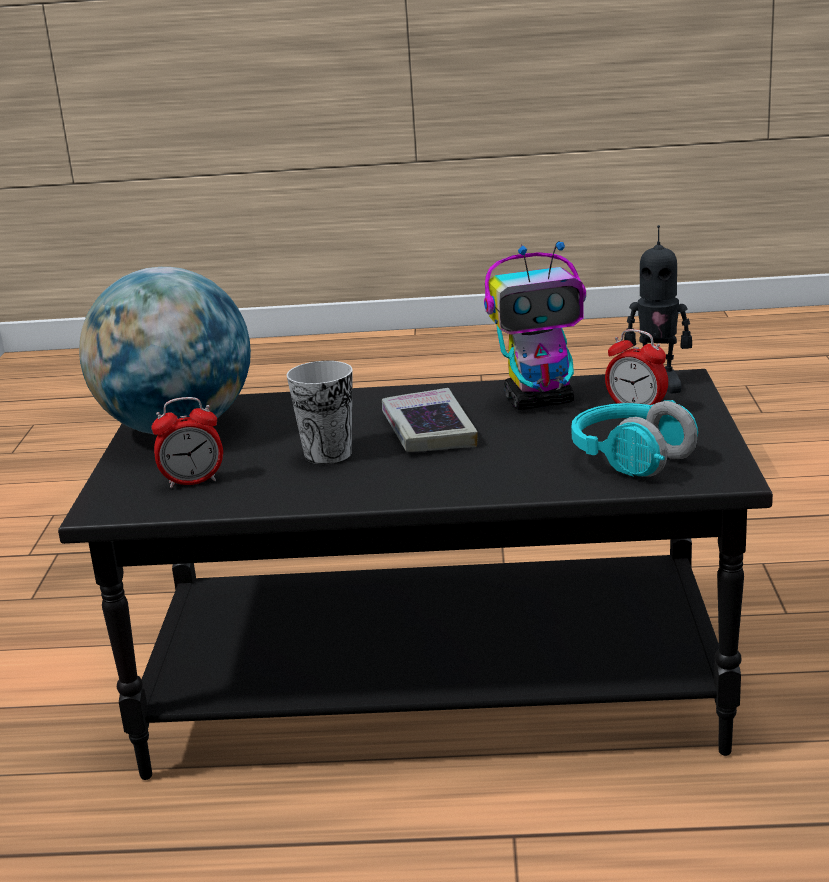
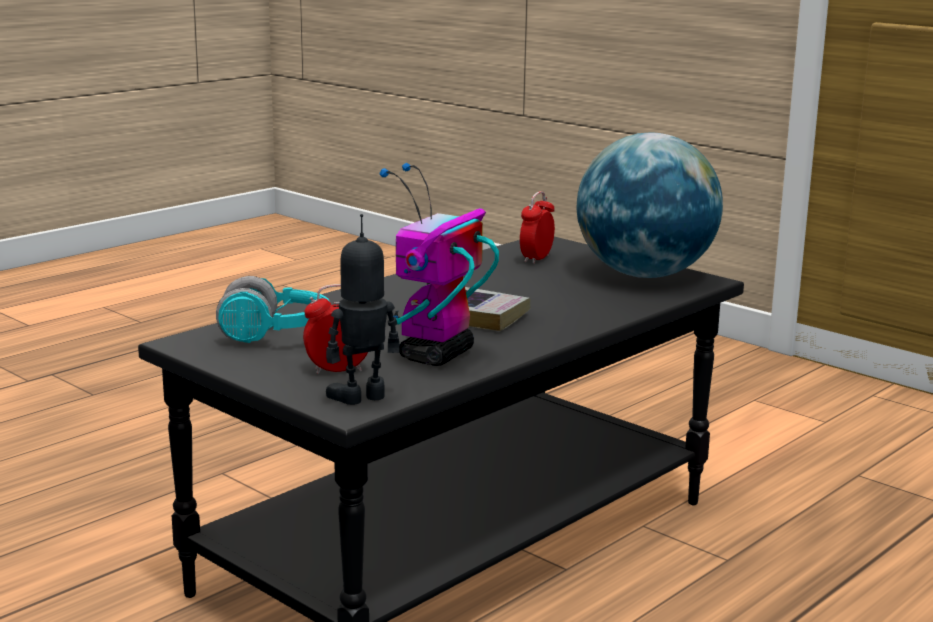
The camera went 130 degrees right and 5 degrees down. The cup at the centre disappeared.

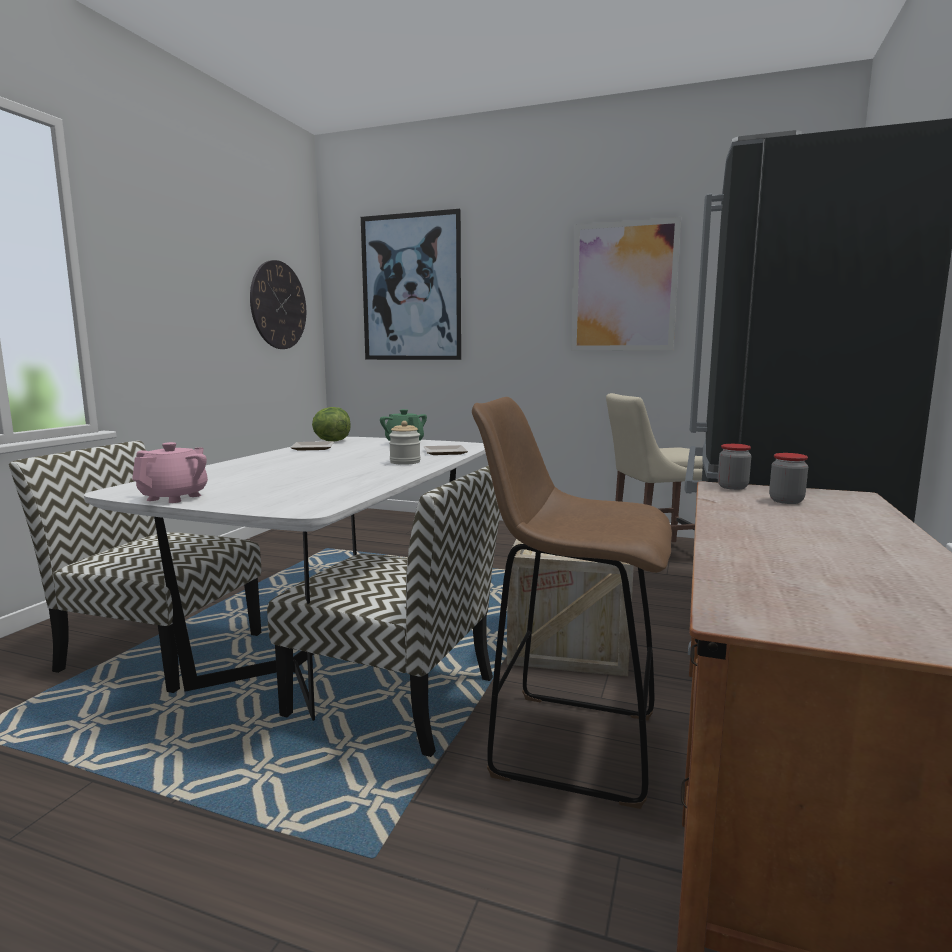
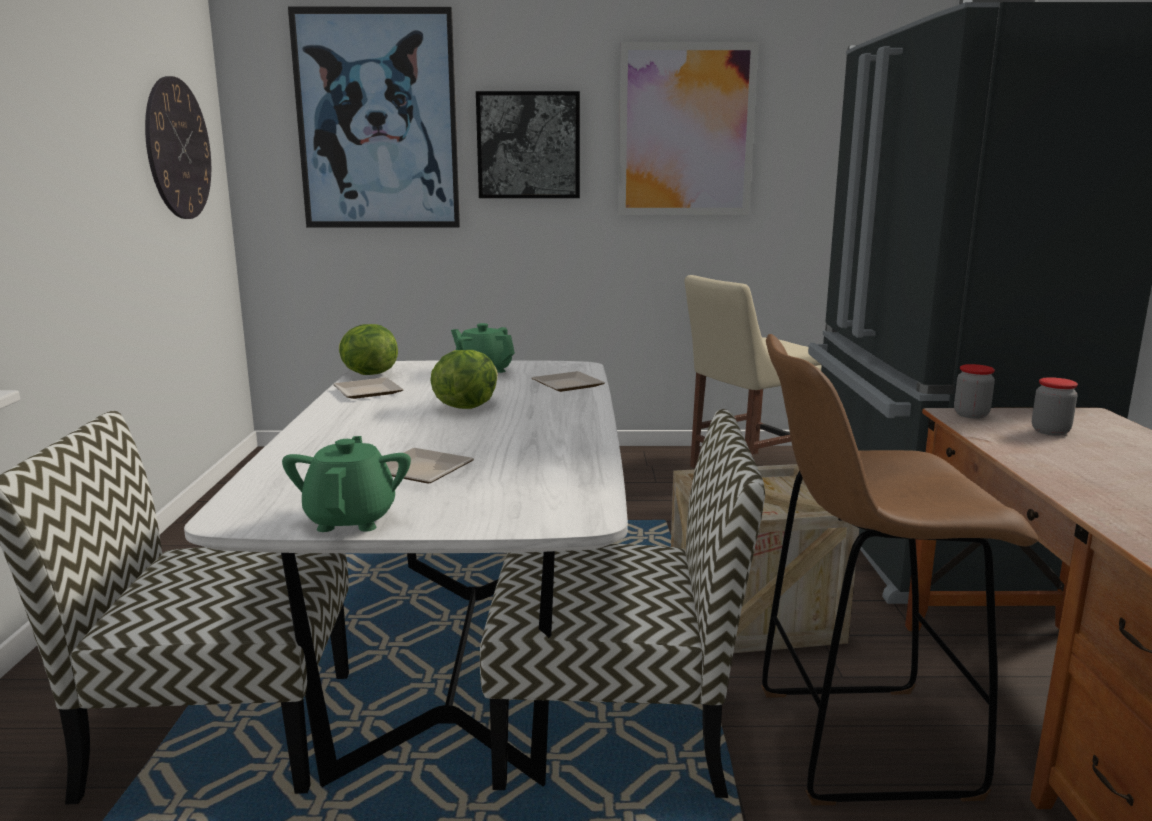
The camera went 20 degrees left and 5 degrees up. The teapot (pink) at the middle left became the teapot (green) (1st from left) at the middle left. The plate (2nd from left) at the centre appeared. The lettuce (2nd from left) at the centre appeared. The picture (2nd from left) at the top centre appeared. The jar (1st from left) at the centre disappeared.

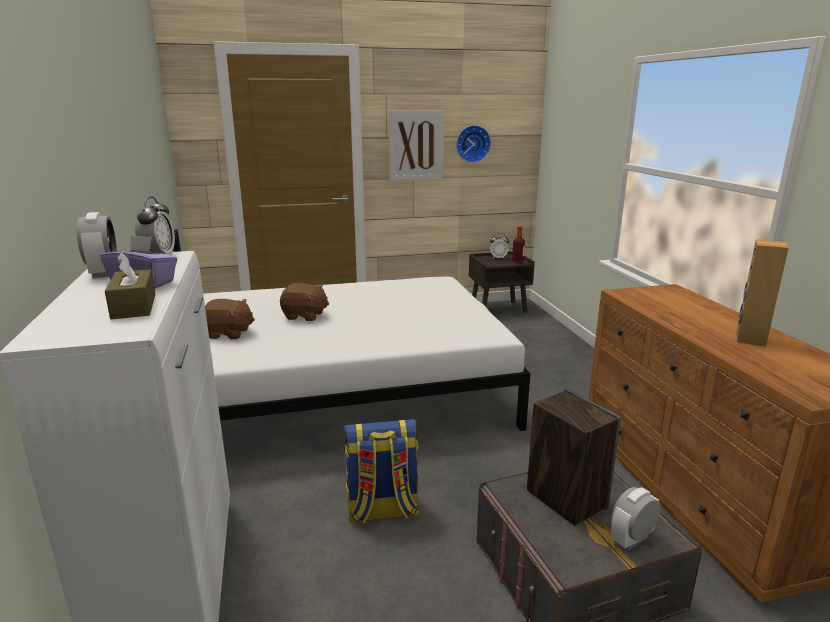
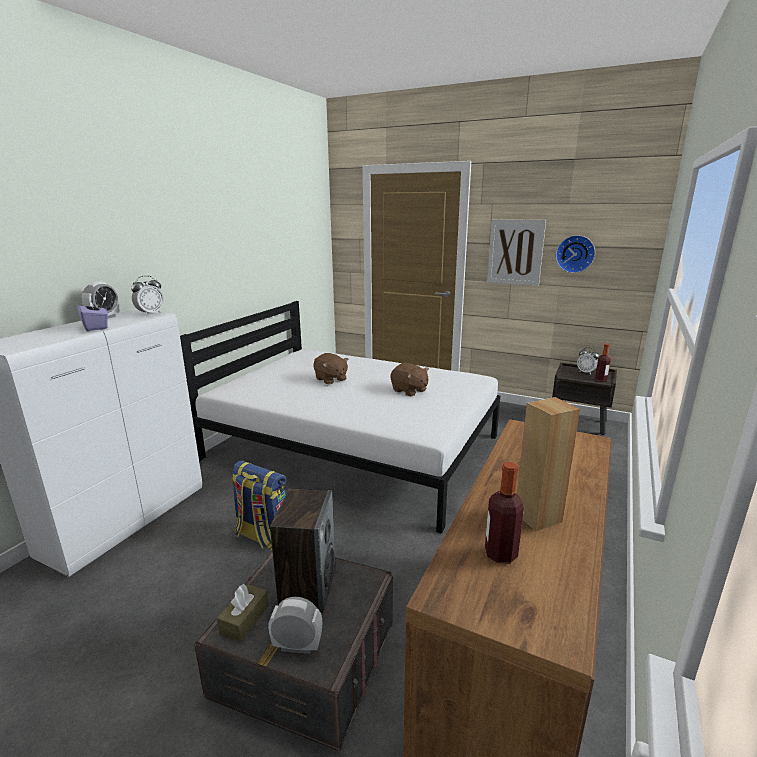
The camera went 40 degrees right and 0 degrees up. The tissue box (brown) moved from the middle left to the bottom left. The plush toy (brown) (1st from left in the first image) moved from the middle left to the centre. The bottle (1st from left) at the bottom centre appeared.

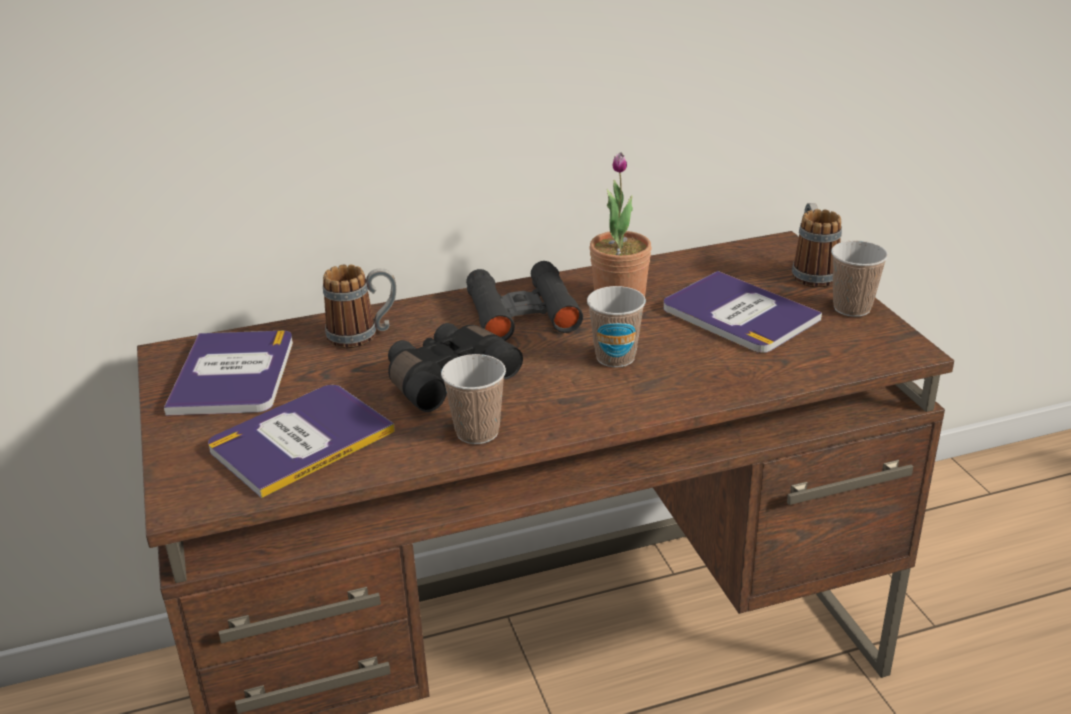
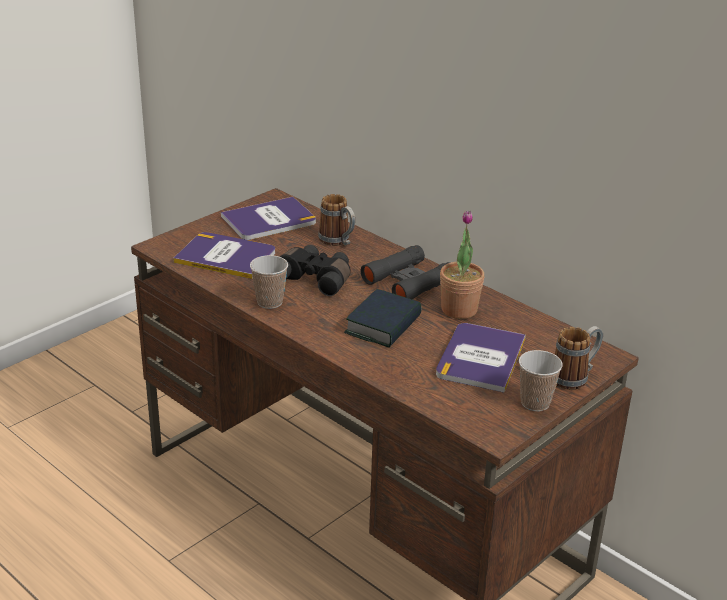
The camera went 60 degrees right and 0 degrees up. The cup (2nd from left) at the centre was replaced by the book (3rd from left) at the centre.

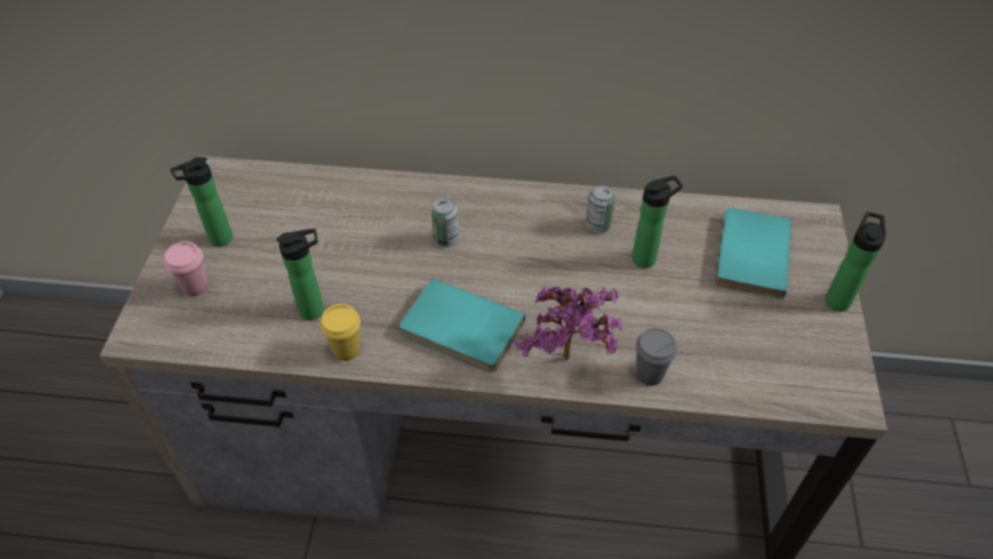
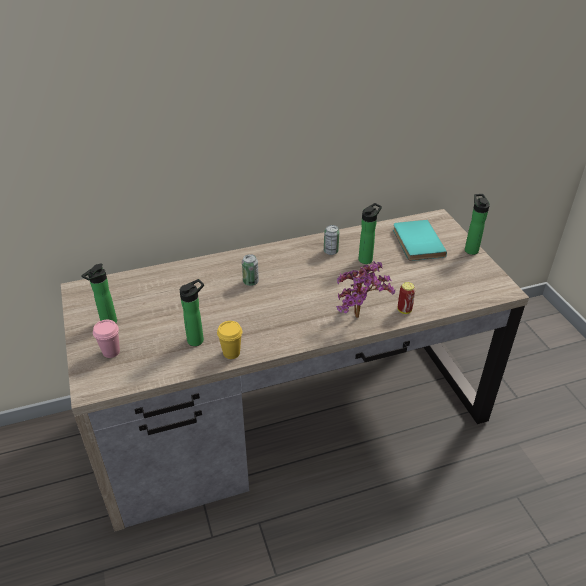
The camera went 25 degrees left and 10 degrees down. The cup (grey) at the centre was replaced by the can (3rd from left) at the middle right. The book (turquoise) (1st from left) at the centre disappeared.

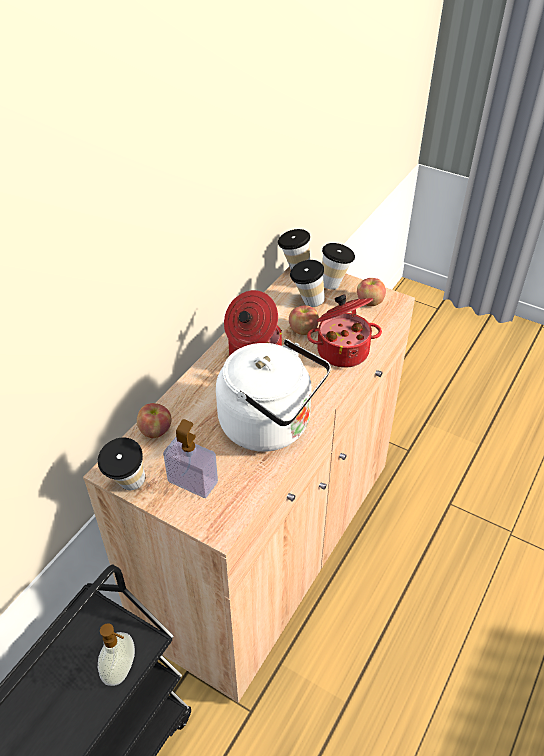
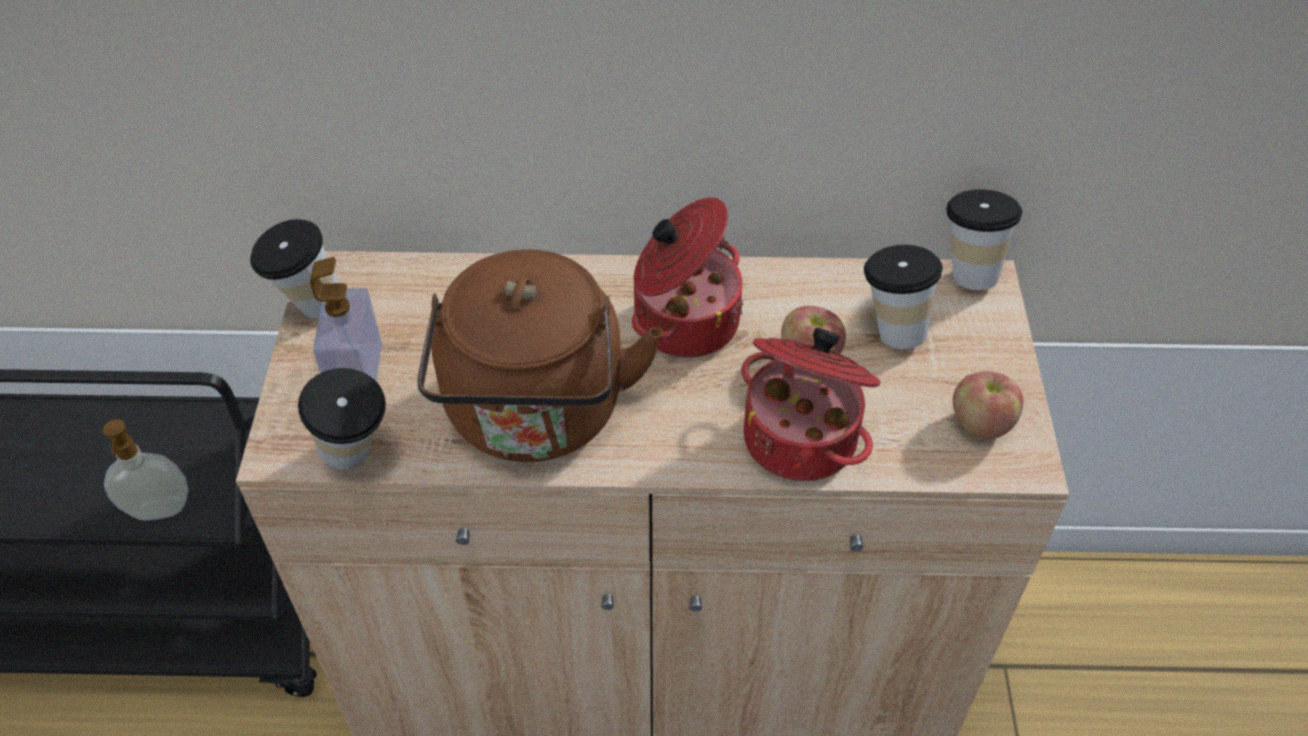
The camera went 60 degrees right and 5 degrees up. The cup (4th from left in the first image) moved from the centre to the middle left. The kettle (white) at the centre became the kettle (brown) at the centre. The apple (1st from left) at the middle left disappeared.

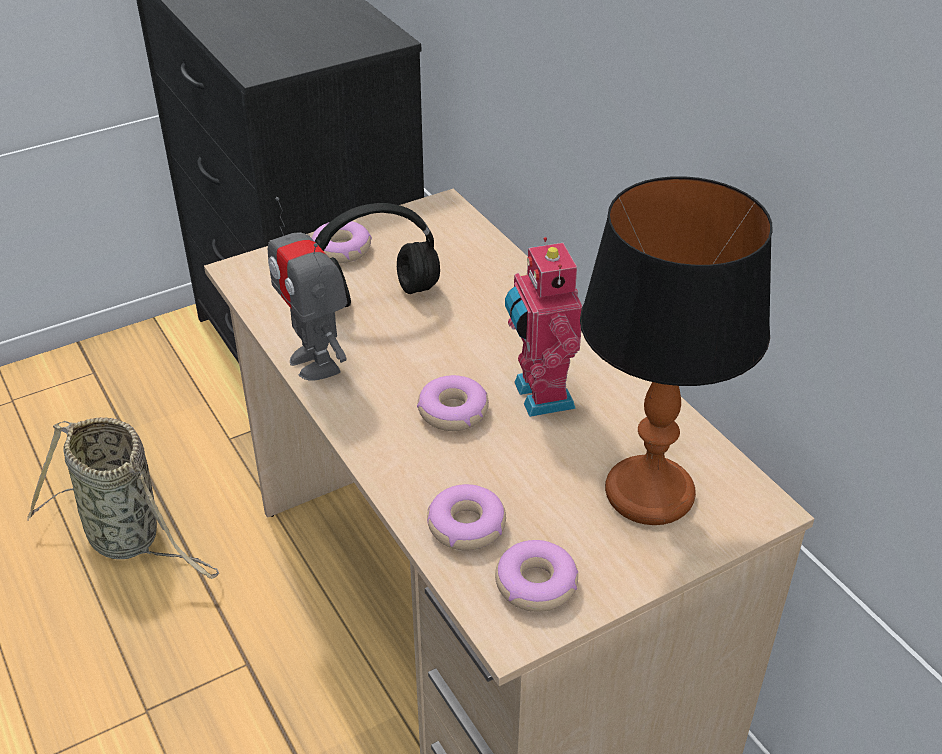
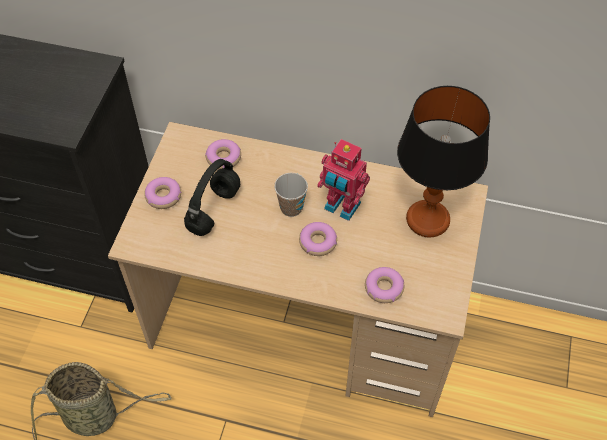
The camera went 45 degrees left and 15 degrees up. The donut (4th from left in the first image) moved from the bottom centre to the centre. The cup at the centre appeared. The toy robot (1st from left) at the middle left disappeared.

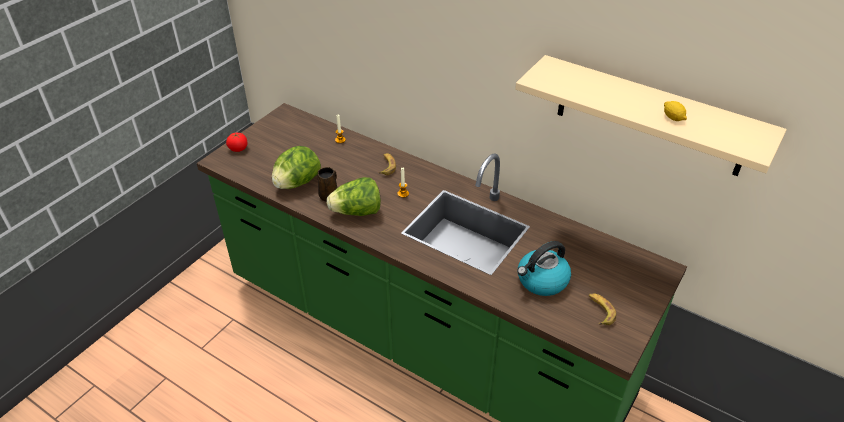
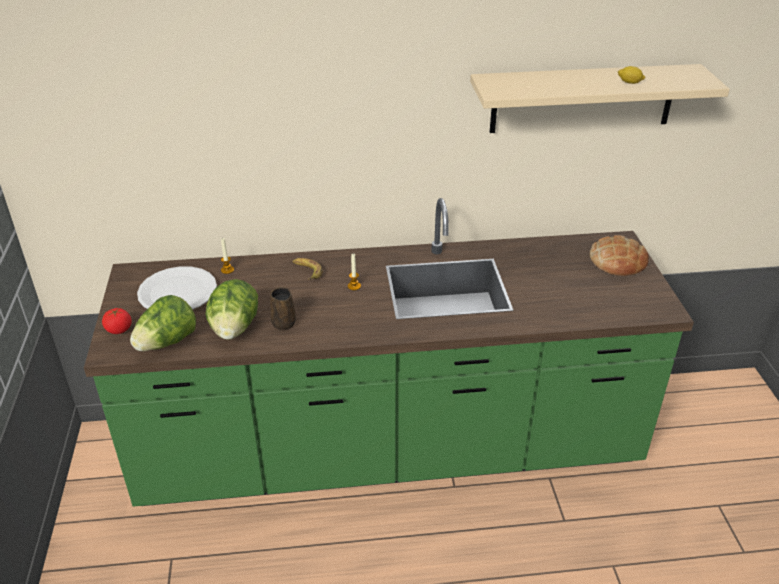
The camera went 40 degrees left and 5 degrees down. The lettuce (2nd from left in the first image) moved from the centre to the middle left. The plate (white) at the middle left appeared. The bread at the middle right appeared. The kettle at the centre disappeared. The banana (2nd from left) at the bottom right disappeared.

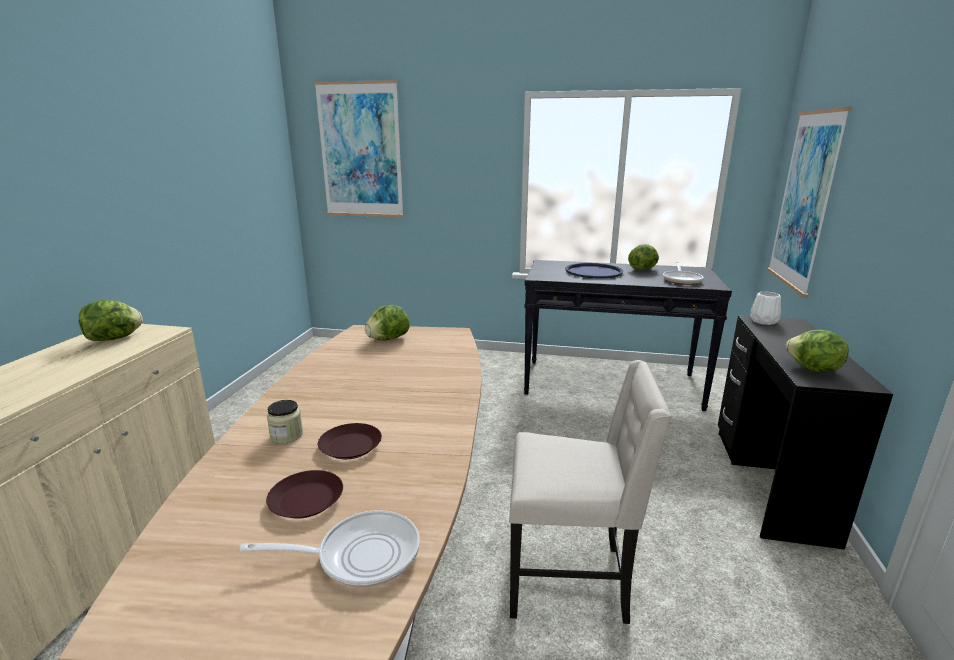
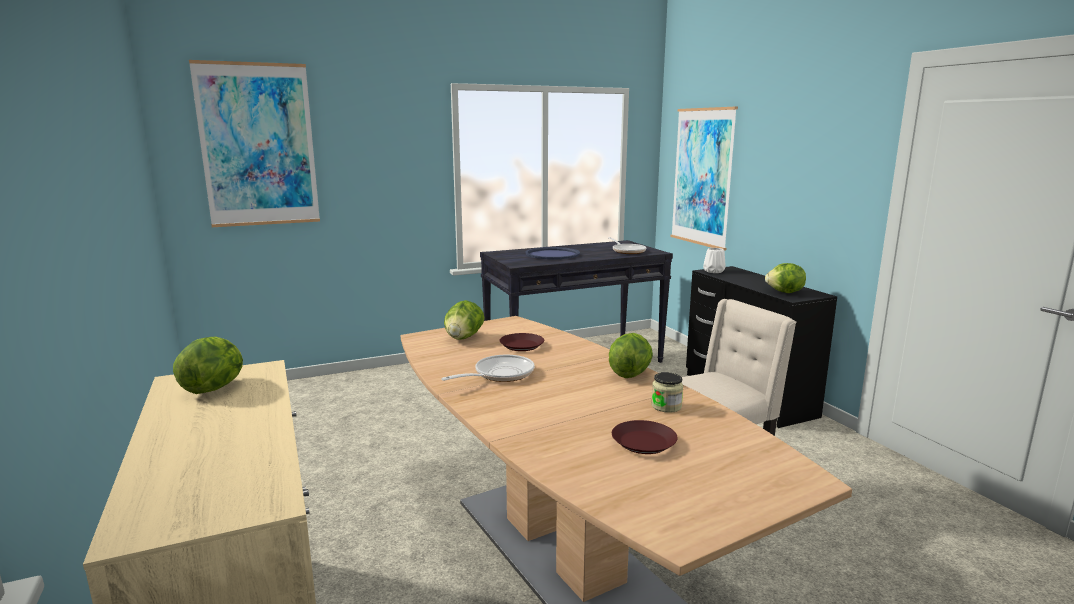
The camera went 35 degrees left and 5 degrees down. The frying pan (1st from left) moved from the bottom centre to the centre. The plate (brown) (2nd from left in the first image) moved from the bottom centre to the centre. The lettuce (3rd from left) moved from the middle right to the centre. The jar moved from the middle left to the centre.

